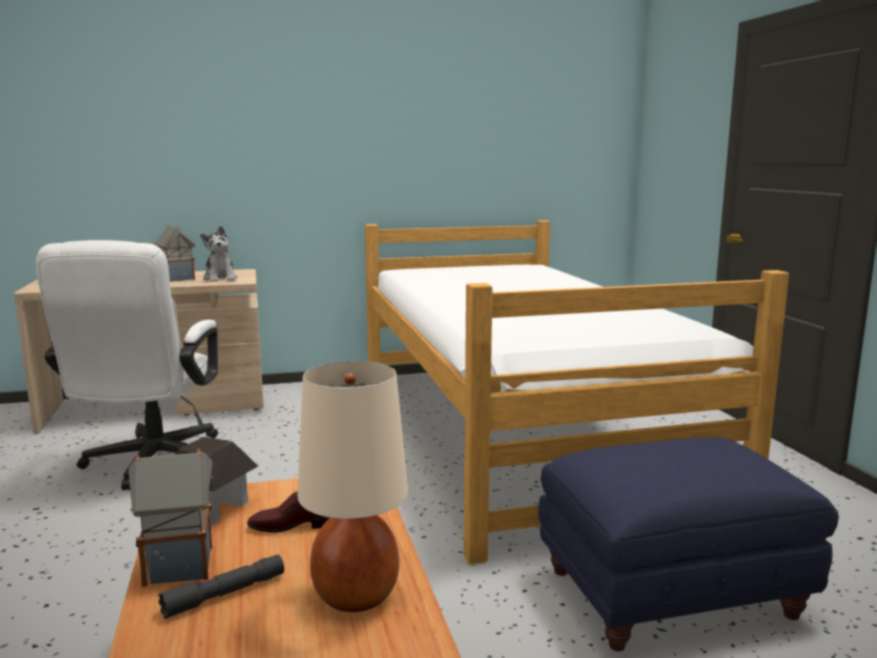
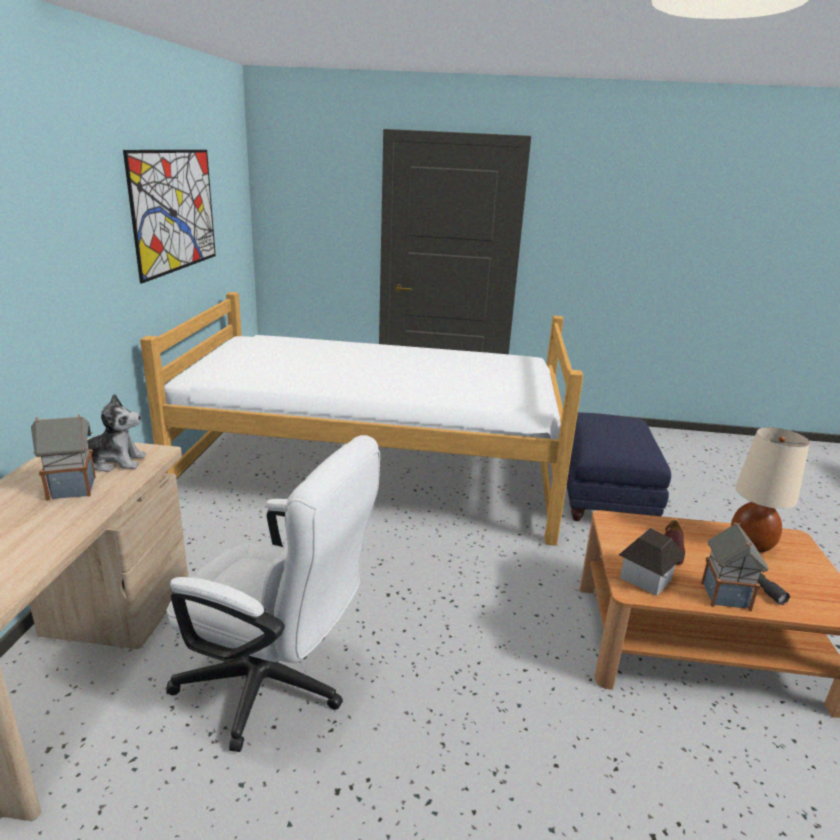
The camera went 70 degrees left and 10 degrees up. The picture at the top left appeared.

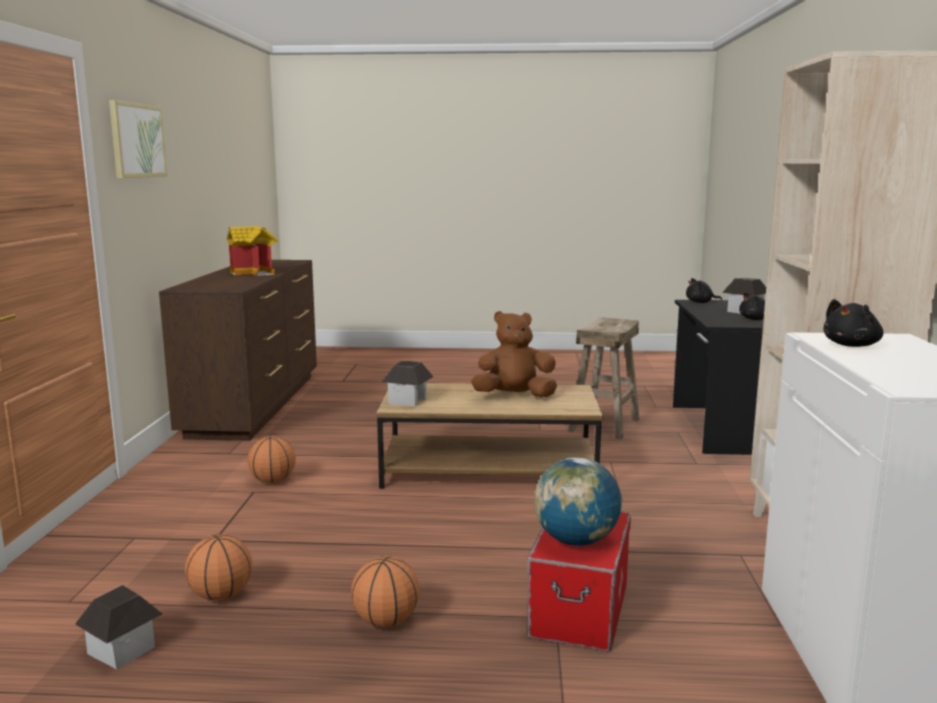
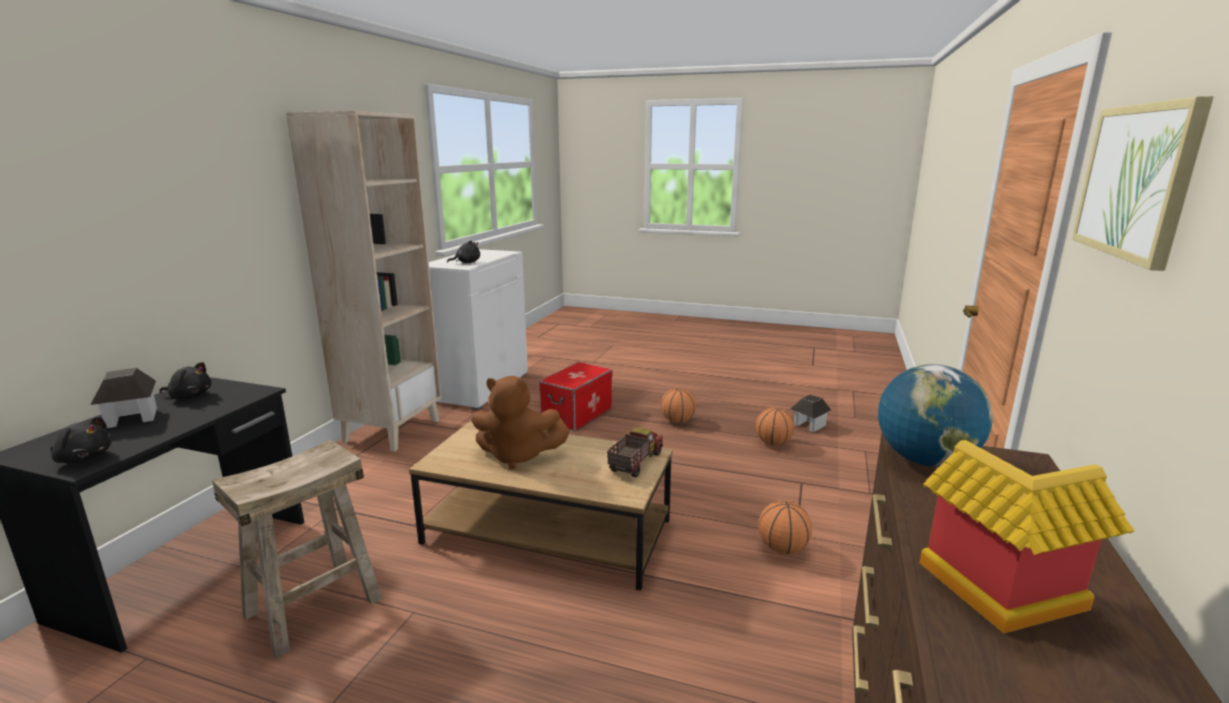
The camera went 165 degrees left and 5 degrees up. The toy house (3rd from left) at the centre was replaced by the toy truck at the centre. The globe moved from the bottom centre to the middle right.

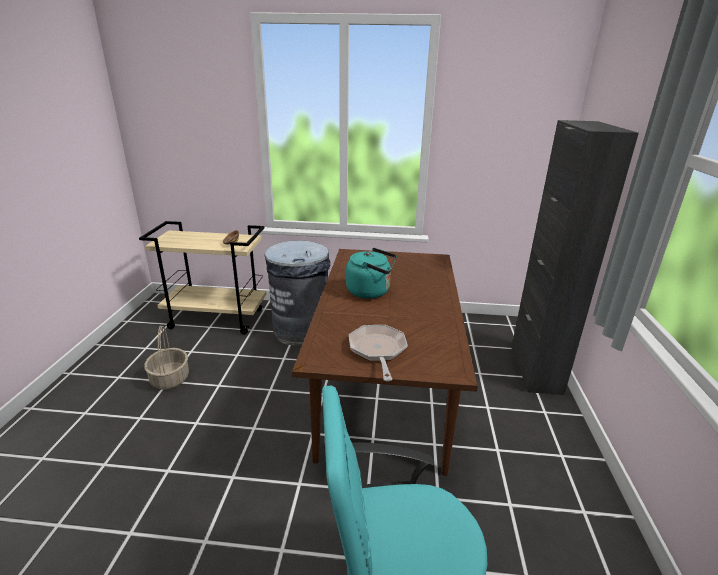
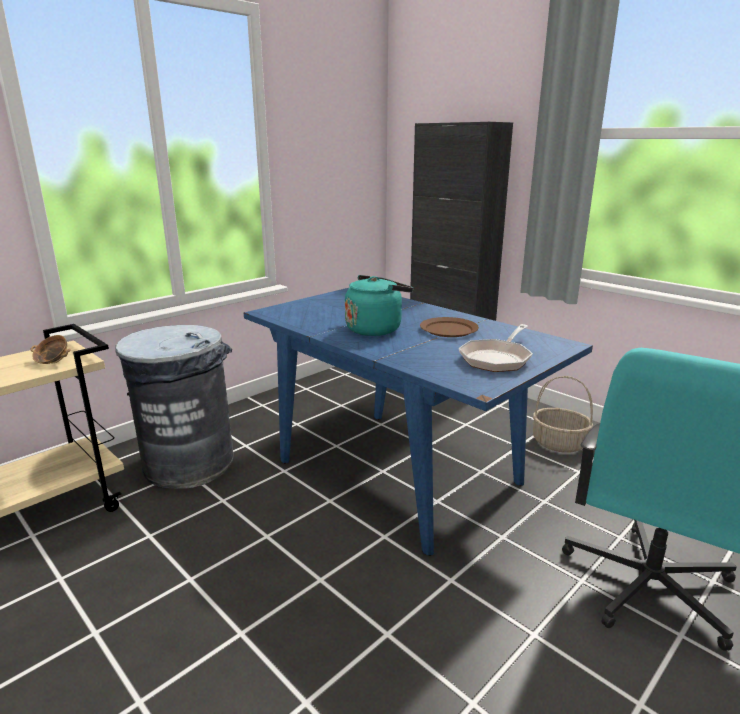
The camera went 50 degrees left and 5 degrees down. The dining table (brown) at the centre became the dining table (blue) at the centre. The plate (brown) at the centre appeared. The frying pan at the centre turned 90 degrees counterclockwise. The basket moved from the middle left to the middle right.

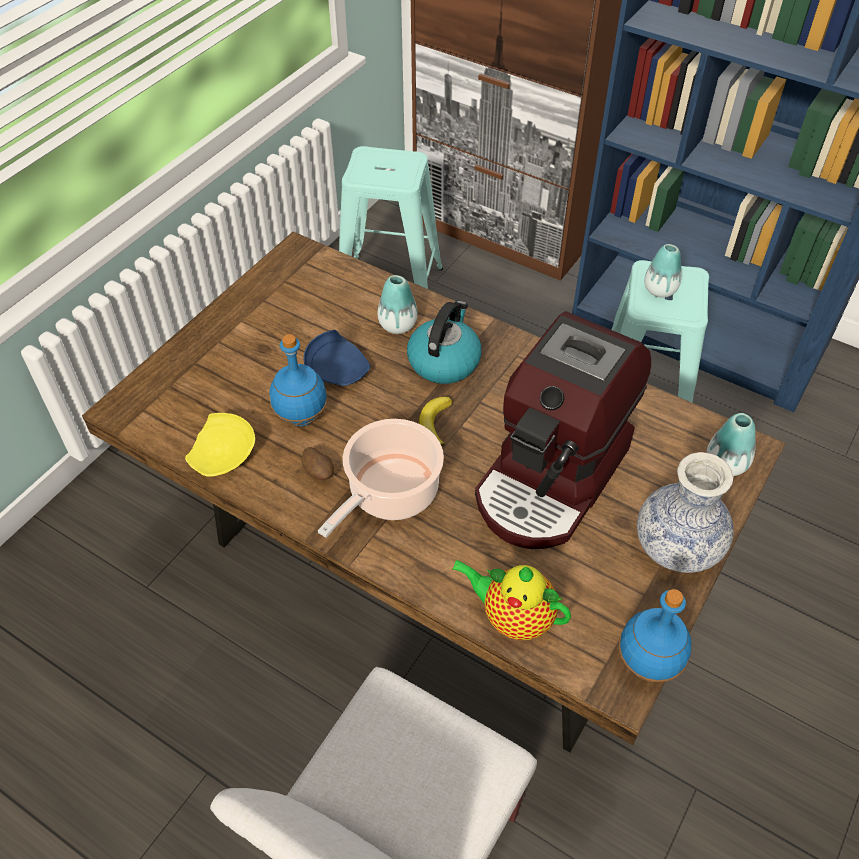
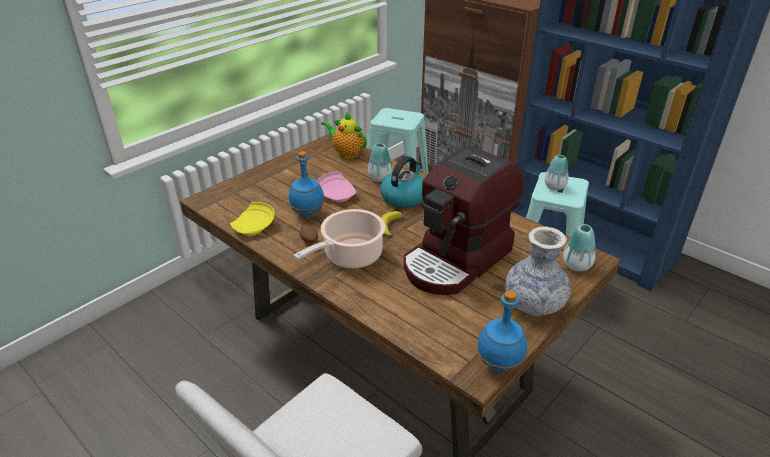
The camera went 10 degrees right and 15 degrees down. The plate (blue) at the centre became the plate (pink) at the centre. The teapot moved from the bottom centre to the top centre.

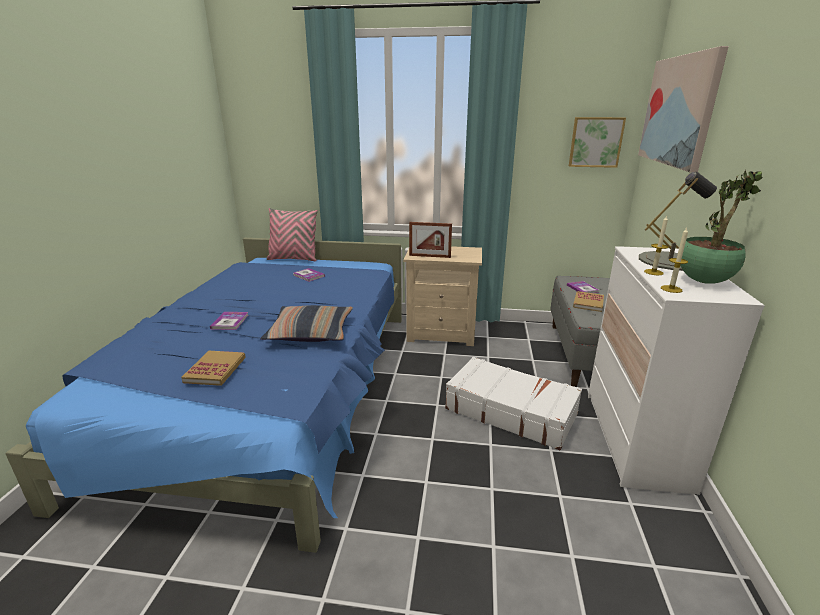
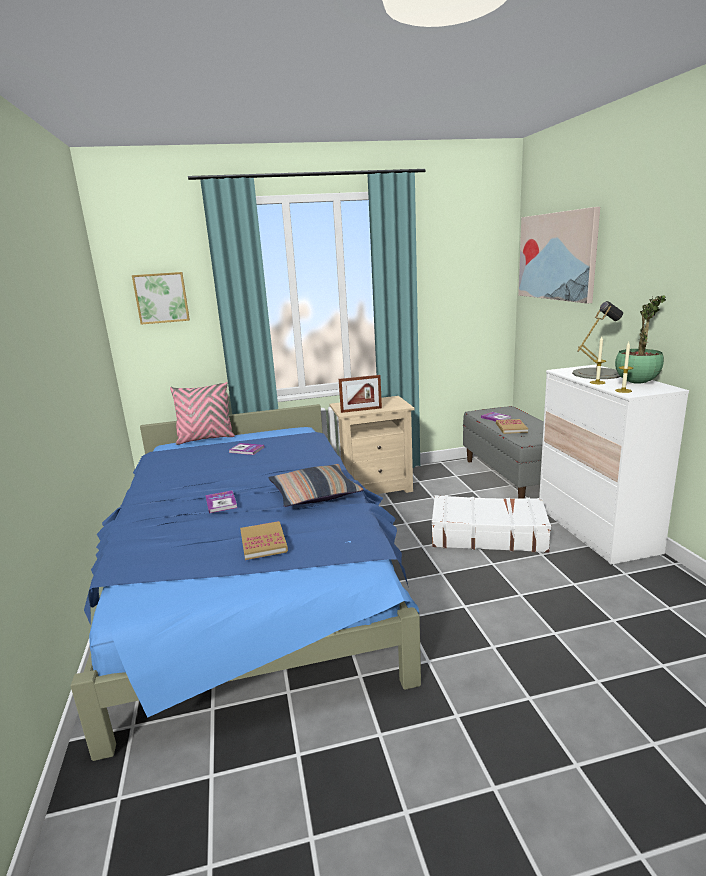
The camera went 20 degrees left and 5 degrees down. The picture (1st from left) moved from the top right to the middle left.

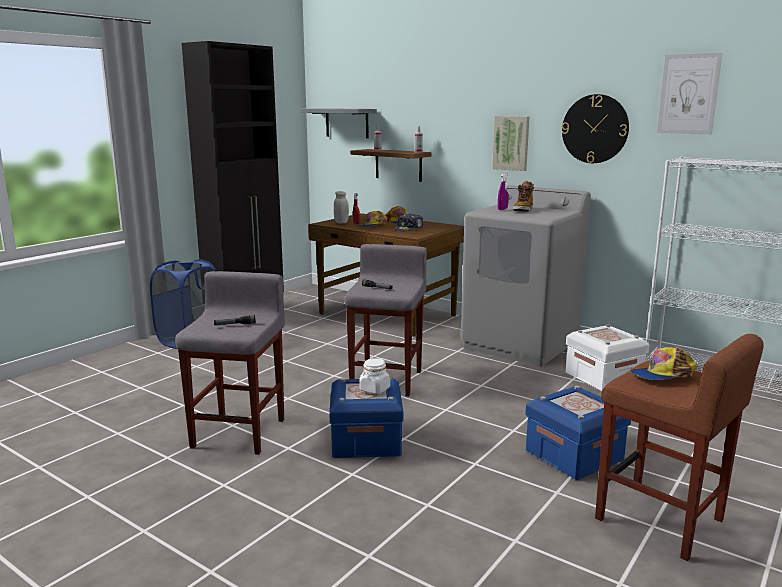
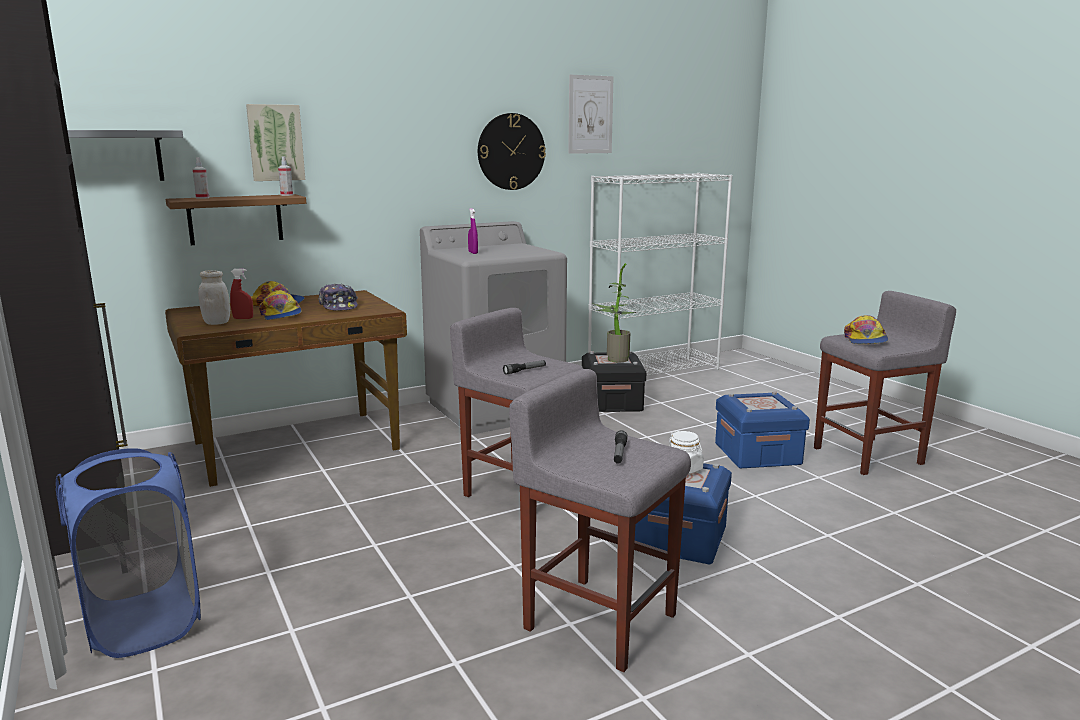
The camera went 65 degrees left and 0 degrees up. The picture (1st from left) moved from the top centre to the top left. The storage box (white) at the middle right became the storage box (black) at the centre. The potted plant at the centre appeared. The stool (brown) at the bottom right became the stool (grey) (3rd from left) at the middle right. The boot at the middle right disappeared.

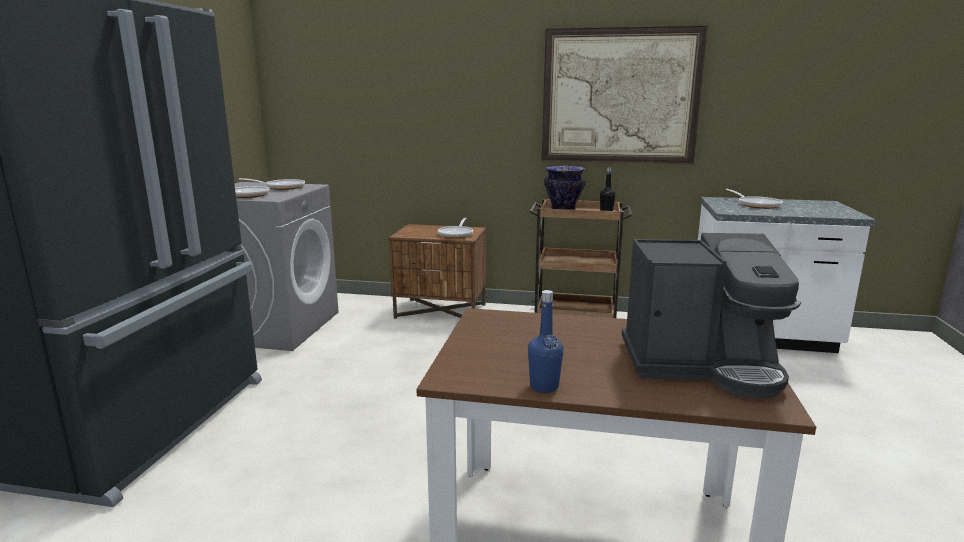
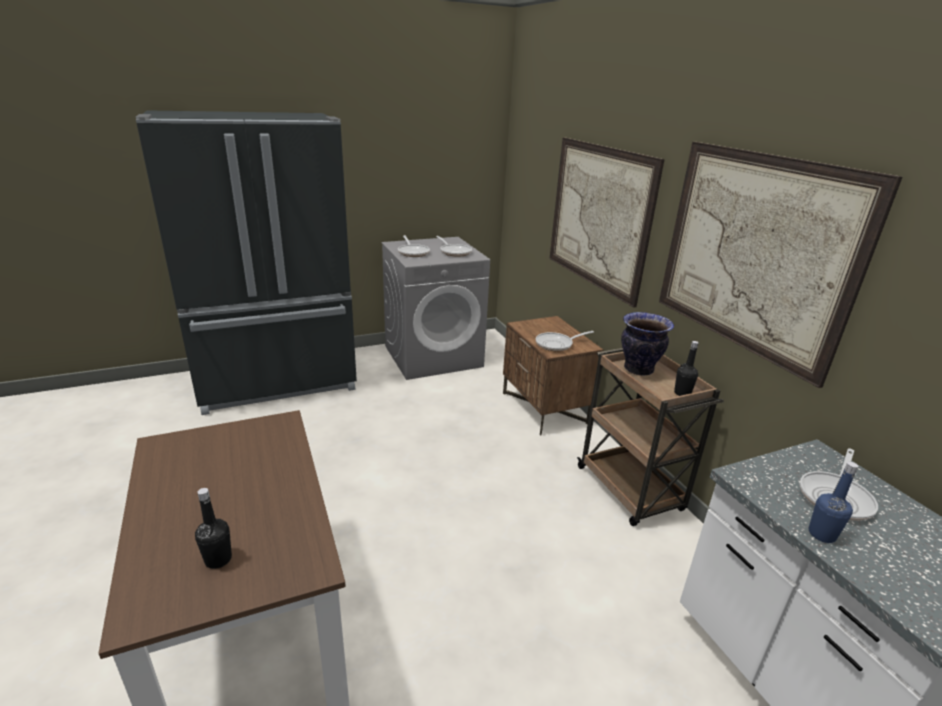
The camera went 55 degrees right and 10 degrees up. The coffee machine at the middle right was replaced by the bottle (black) (1st from left) at the bottom left. The picture (1st from left) at the top centre appeared. The bottle (blue) moved from the centre to the bottom right.

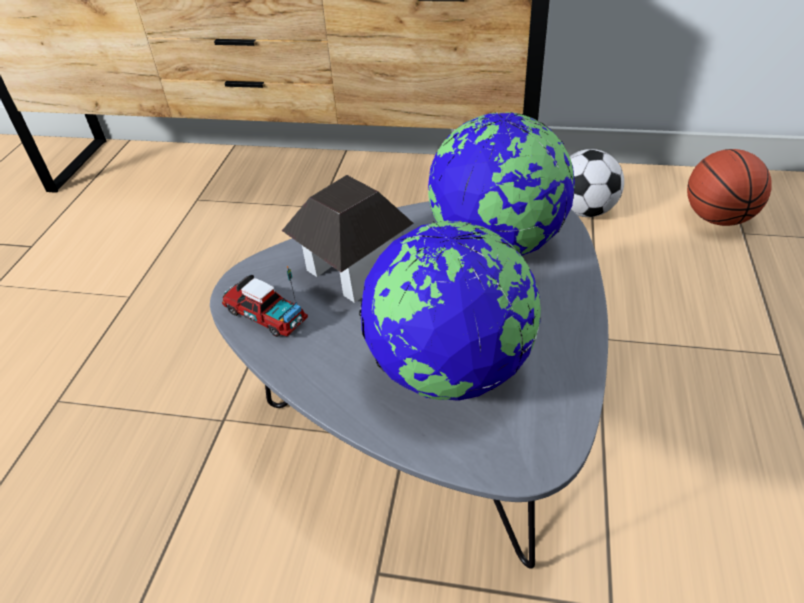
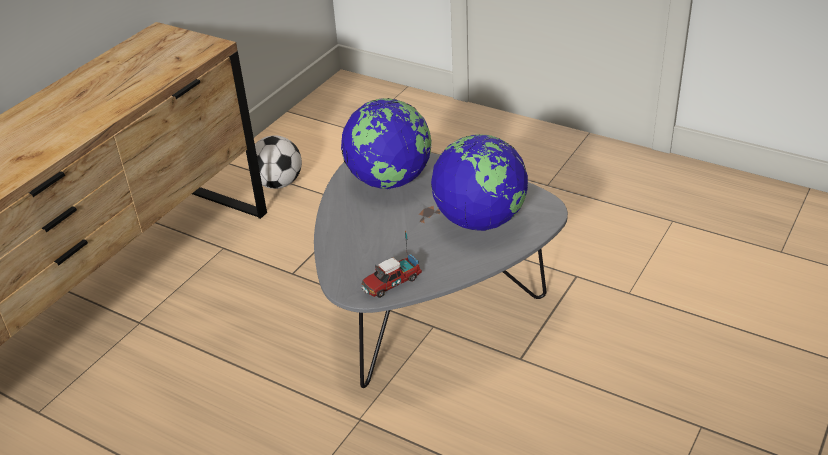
The camera went 70 degrees left and 5 degrees down. The toy house at the centre disappeared. The basketball at the top right disappeared.

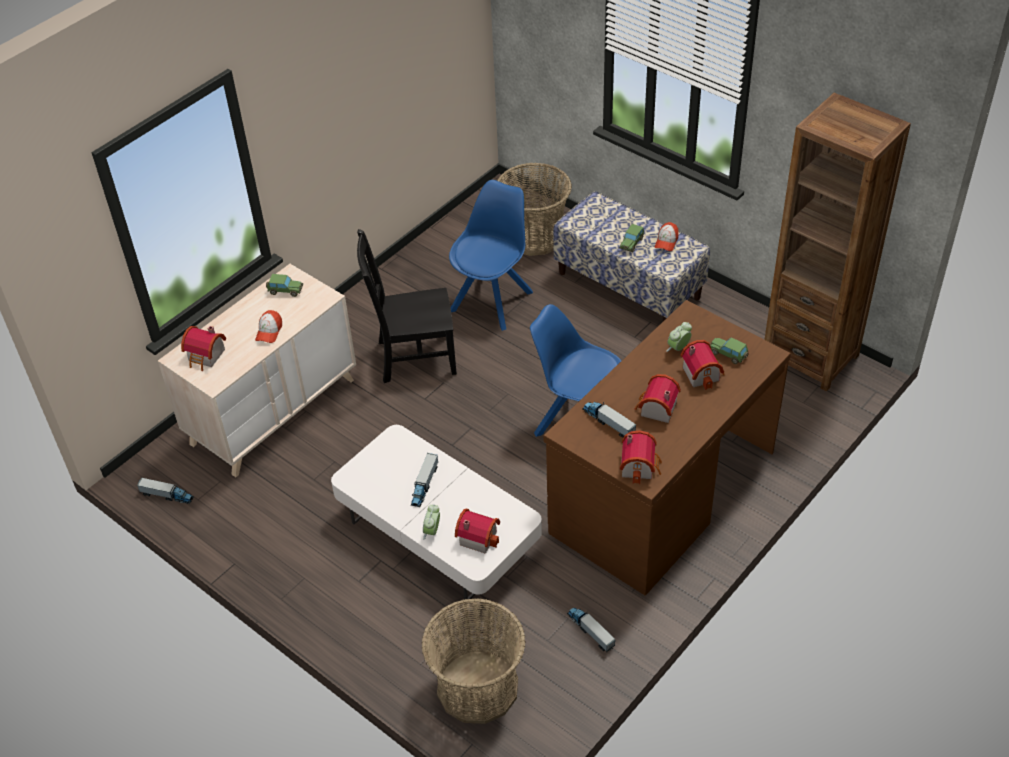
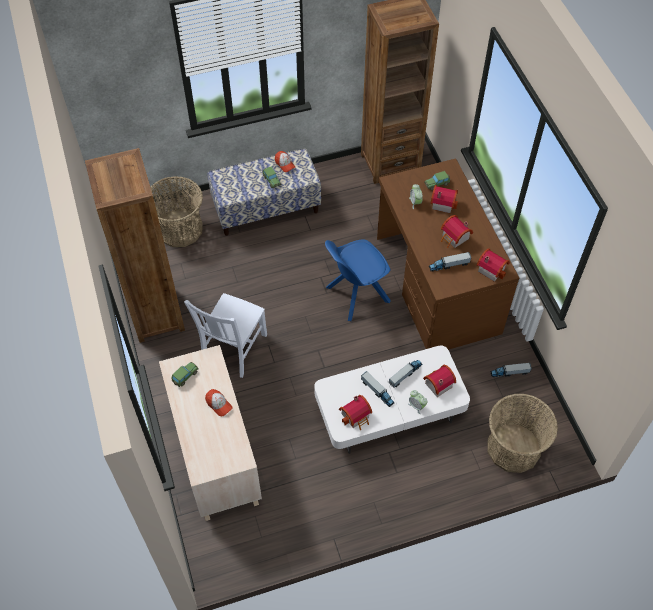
The camera went 60 degrees left and 10 degrees up. The bookcase (brown) (1st from left) at the middle left appeared. The chair (black) at the centre became the chair (white) at the centre. The toy house (1st from left) moved from the middle left to the bottom centre. The toy truck (1st from left in the first image) moved from the middle left to the centre. The chair (blue) (1st from left) at the centre disappeared.

